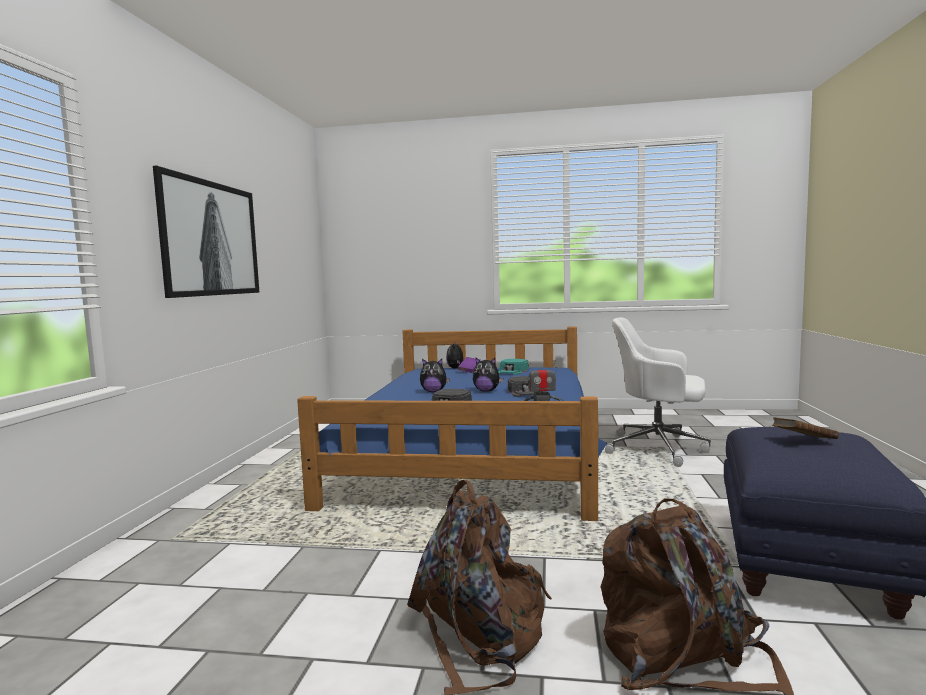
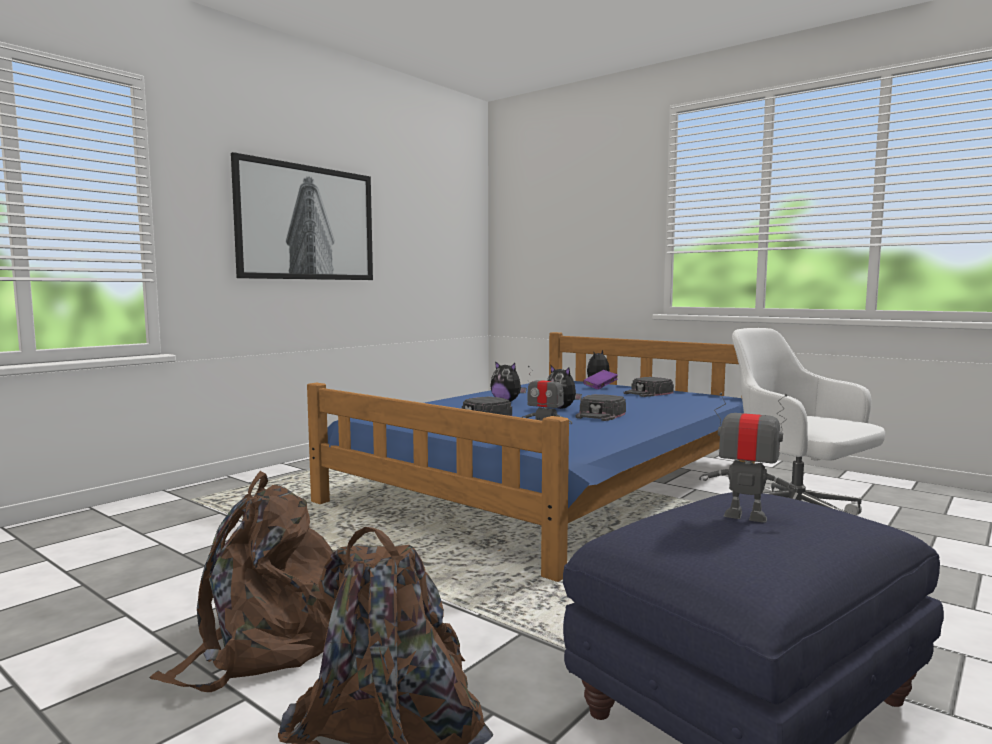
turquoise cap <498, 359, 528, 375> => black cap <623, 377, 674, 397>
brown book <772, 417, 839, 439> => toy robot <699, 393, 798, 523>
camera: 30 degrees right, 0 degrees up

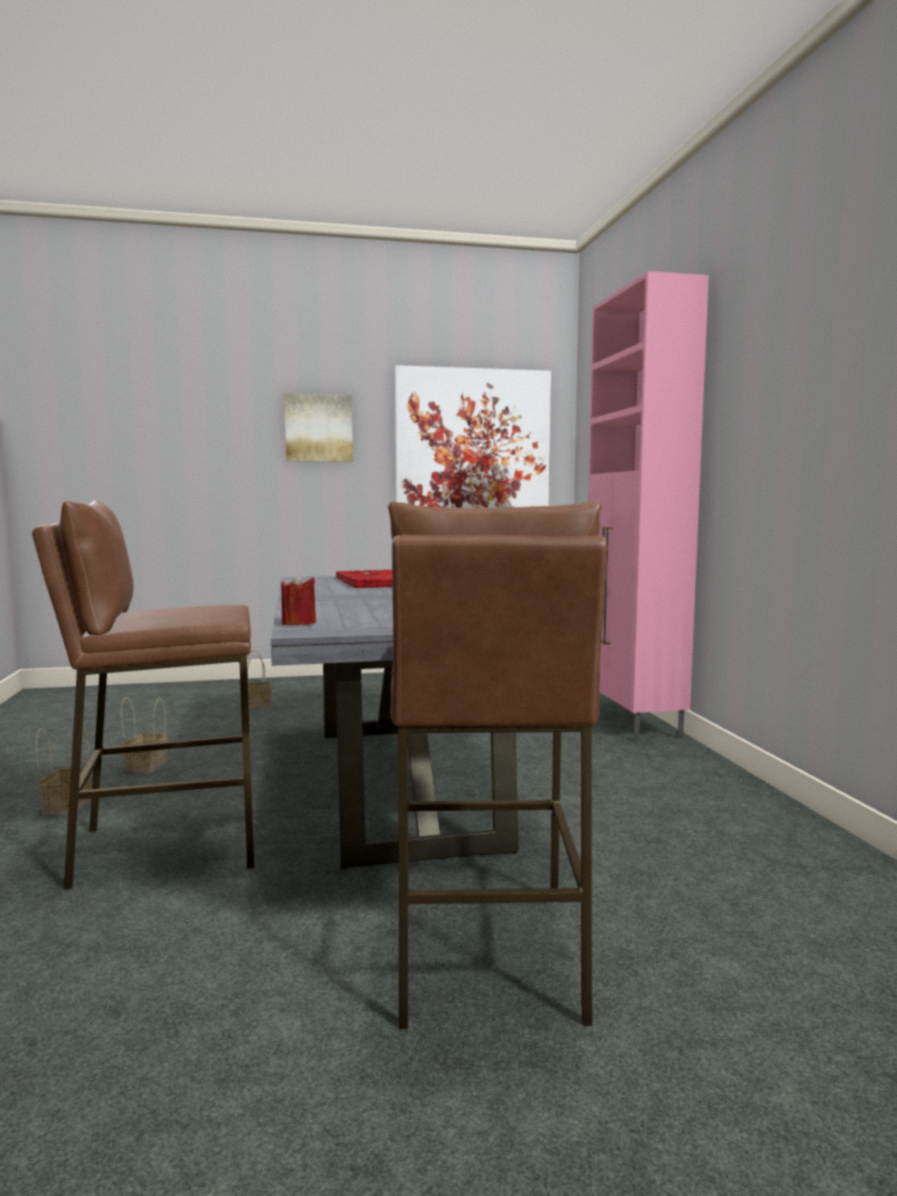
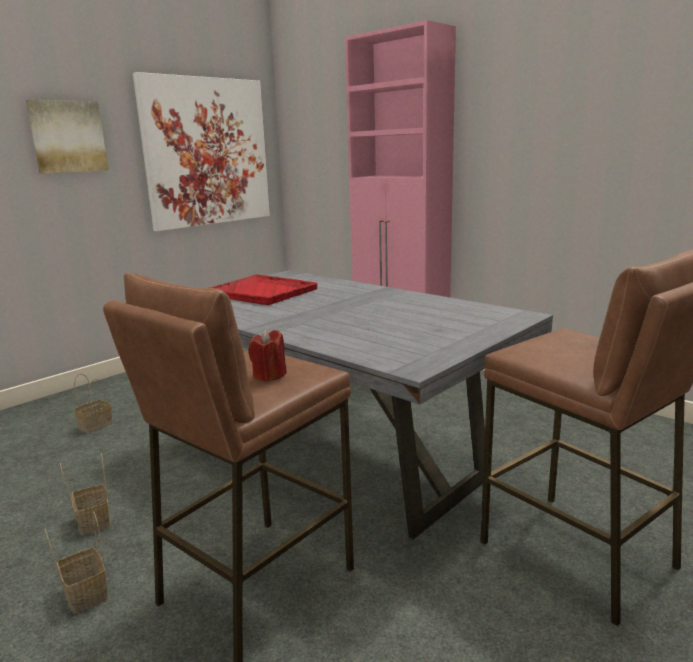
red candle <281, 574, 316, 625> => red candle <248, 329, 287, 382>, move
camera: 35 degrees left, 10 degrees up

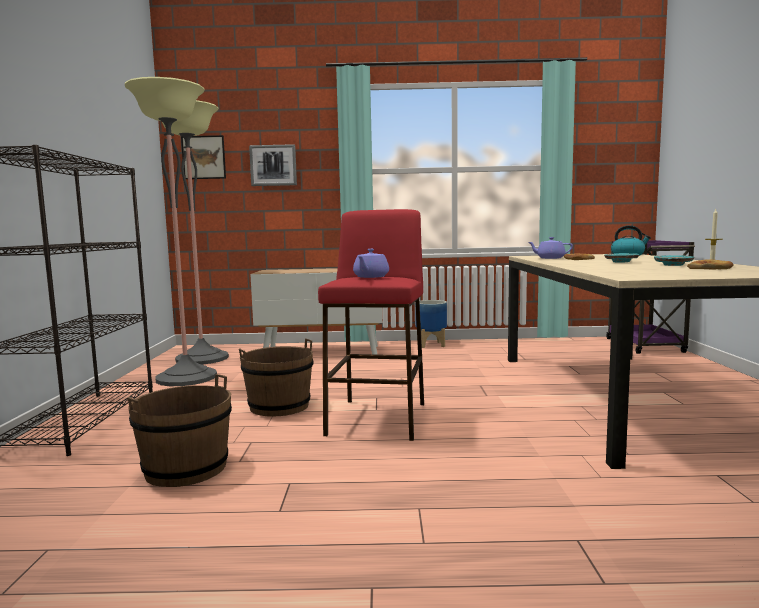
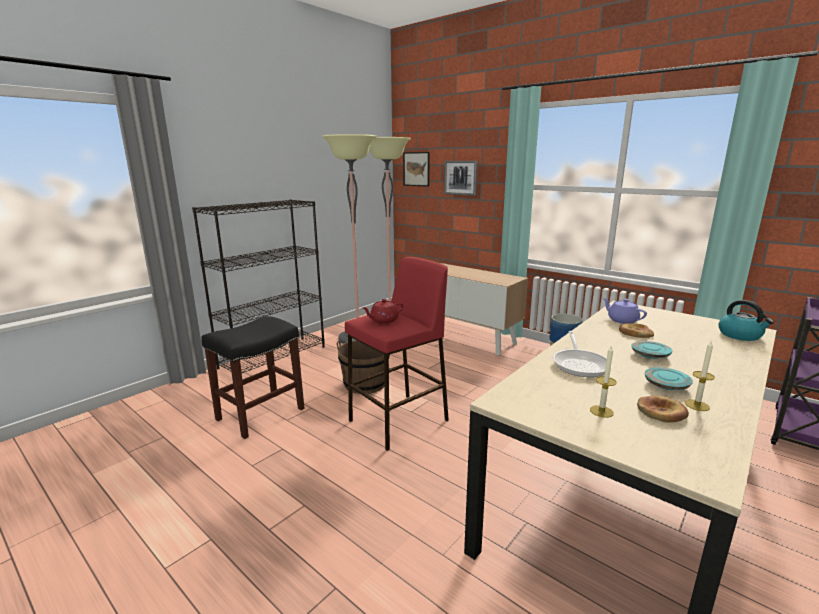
purple teapot <353, 249, 389, 278> => red teapot <362, 299, 403, 324>
brown bucket <127, 374, 232, 487> => black stool <201, 316, 304, 439>
nothing => frying pan <553, 331, 612, 377>
nothing => candle <590, 346, 617, 418>
camera: 40 degrees right, 10 degrees up

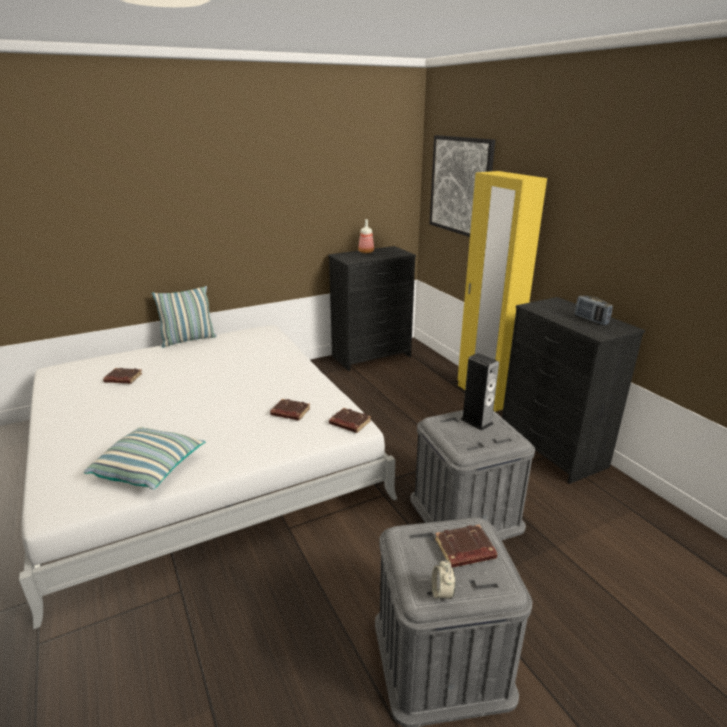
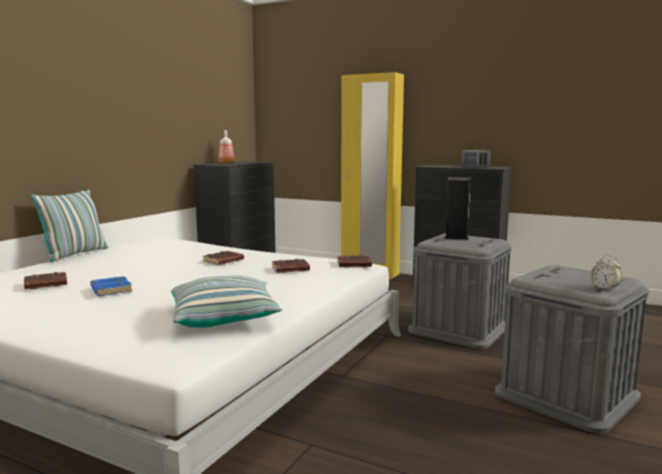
picture <429, 135, 495, 237> => nothing
brown book <435, 524, 497, 568> => brown book <203, 251, 244, 265>, move
nothing => blue book <90, 276, 132, 296>
camera: 35 degrees left, 15 degrees down

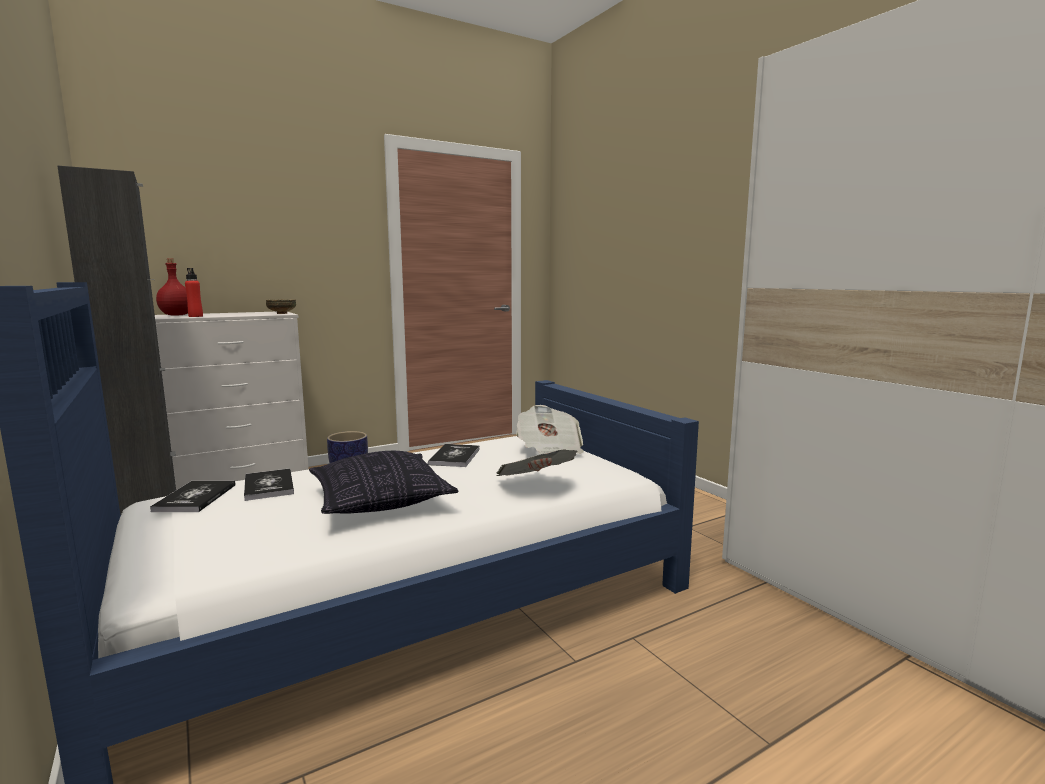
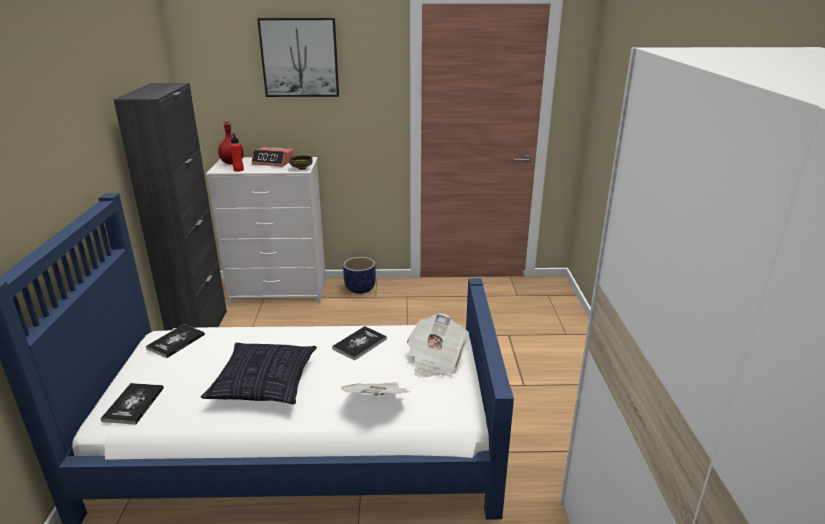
book <244, 469, 294, 501> => book <100, 383, 164, 425>, move
nothing => picture <257, 18, 339, 97>
nothing => alarm clock <252, 147, 294, 167>
camera: 30 degrees right, 15 degrees up

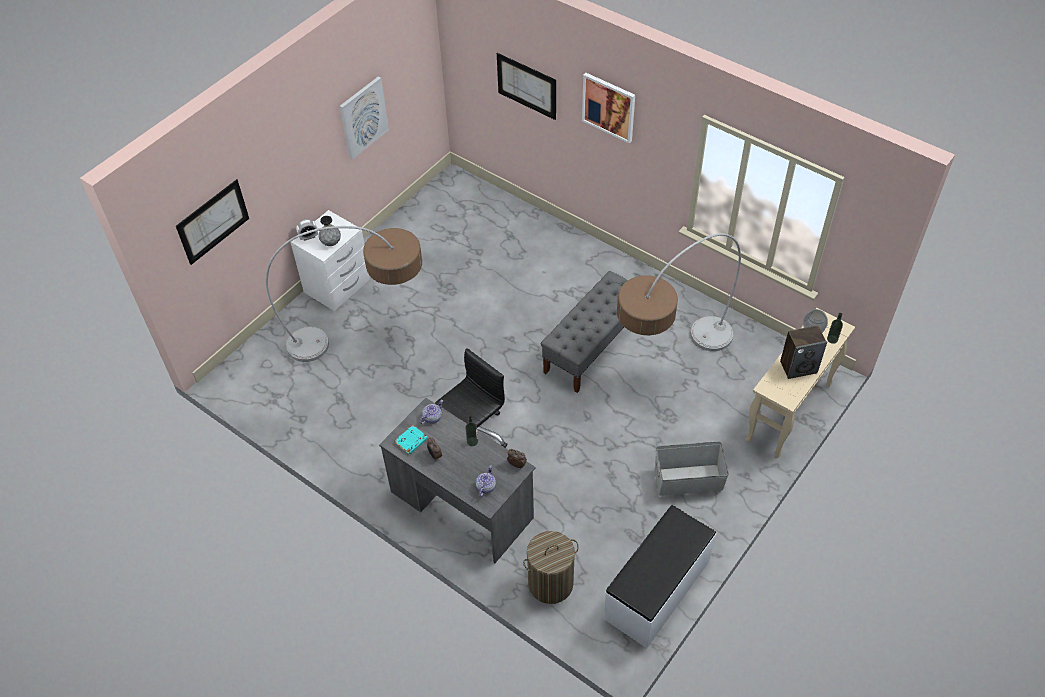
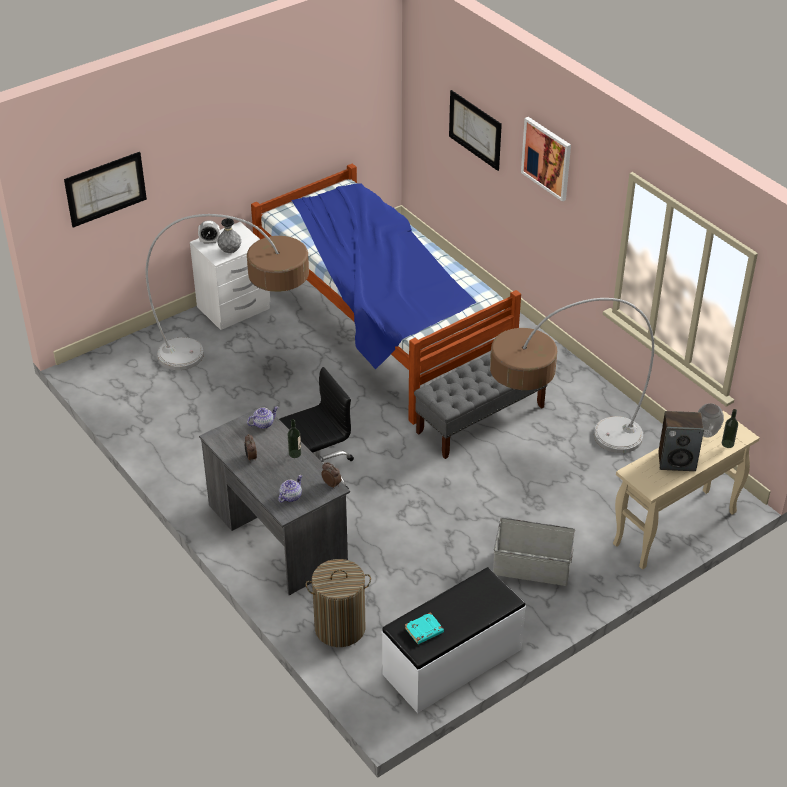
picture <340, 76, 389, 159> => nothing
turquoise book <395, 425, 428, 455> => turquoise book <405, 612, 444, 644>, move
nothing => bed <251, 163, 521, 425>
camera: 15 degrees right, 10 degrees down

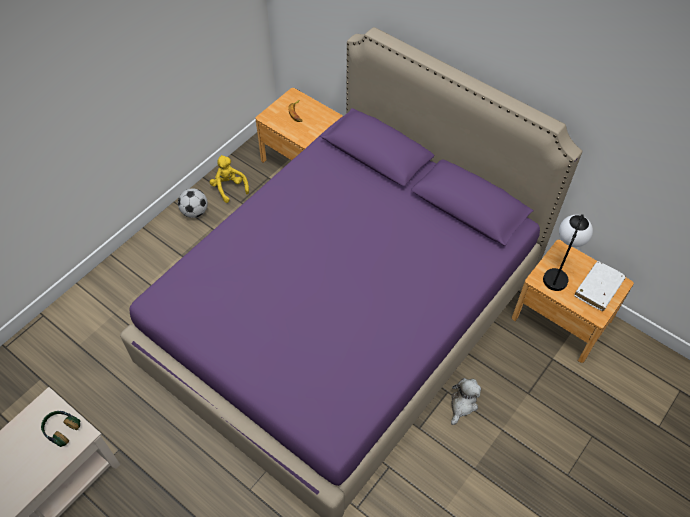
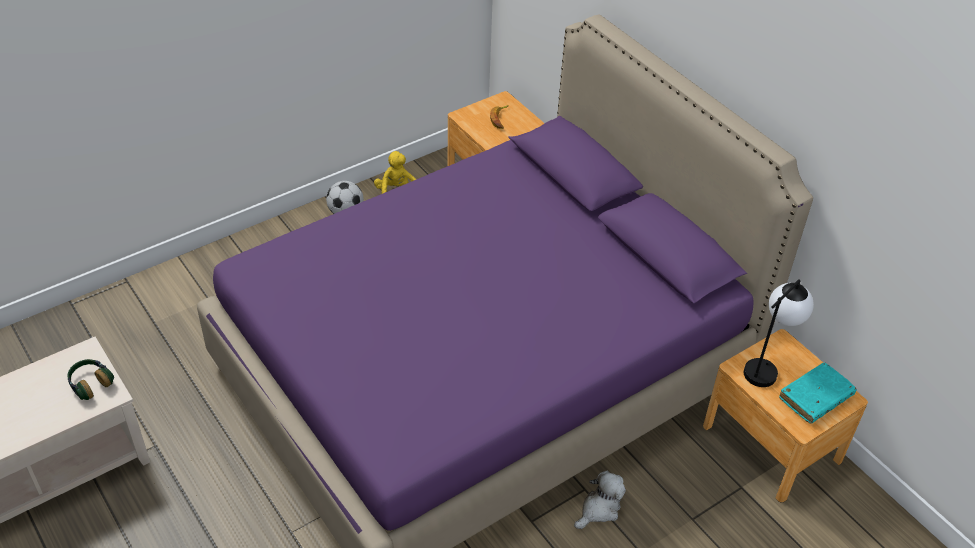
white book <574, 261, 626, 311> => turquoise book <779, 363, 857, 424>
camera: 15 degrees right, 10 degrees down

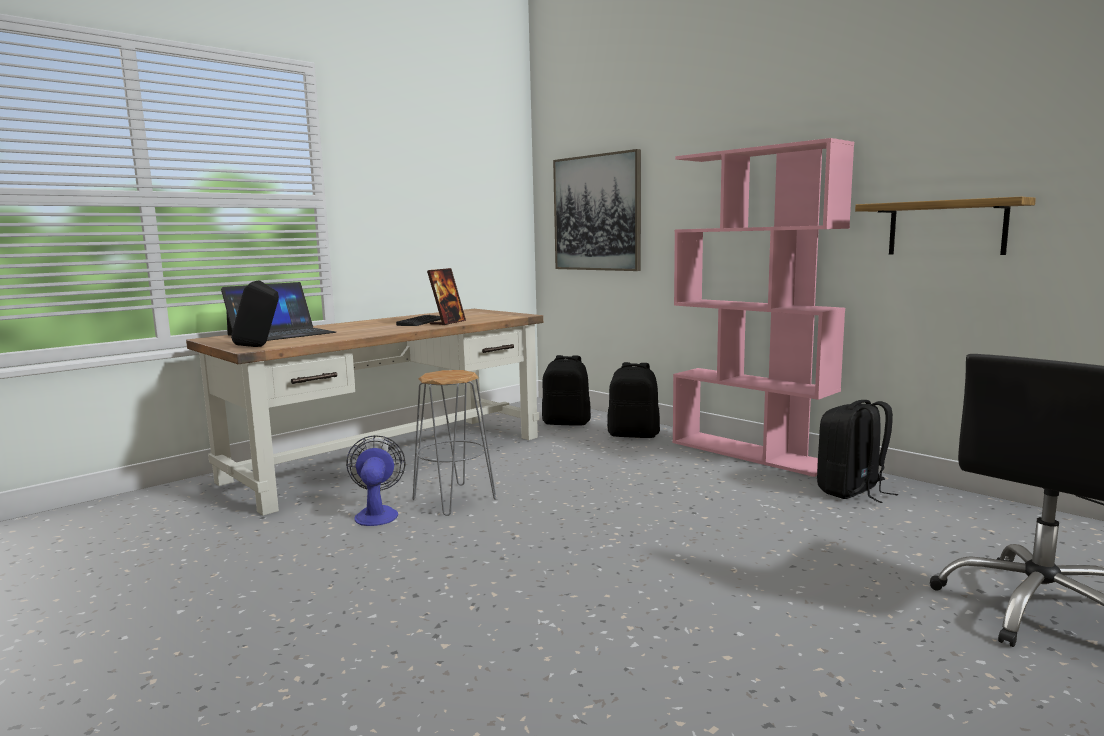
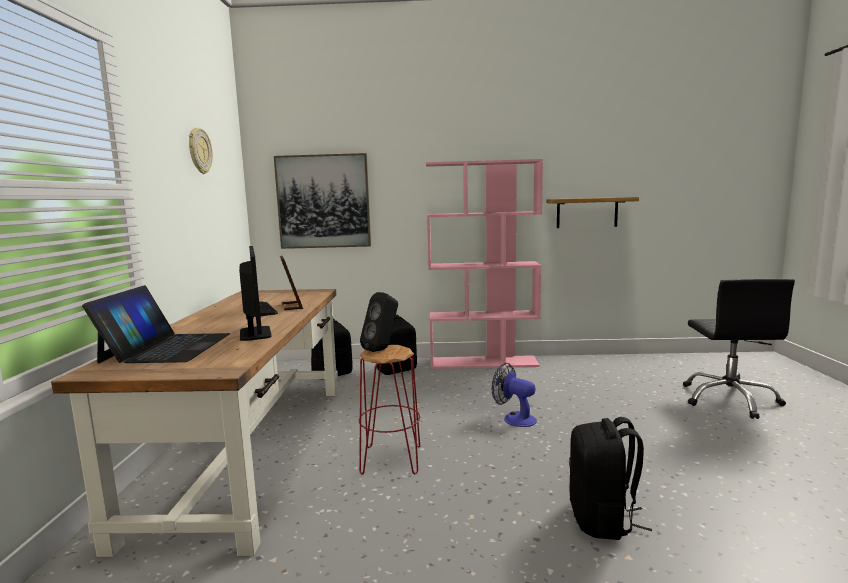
black speaker <231, 281, 279, 347> => black speaker <360, 292, 398, 352>, move
grey stool <412, 370, 496, 516> => red stool <358, 345, 420, 475>
black backpack <817, 400, 898, 503> => black backpack <569, 417, 652, 540>, move
fan <346, 435, 405, 526> => fan <492, 363, 537, 427>, move
nothing => wall clock <189, 128, 213, 174>
nothing => monitor <239, 246, 272, 341>
camera: 45 degrees left, 0 degrees up

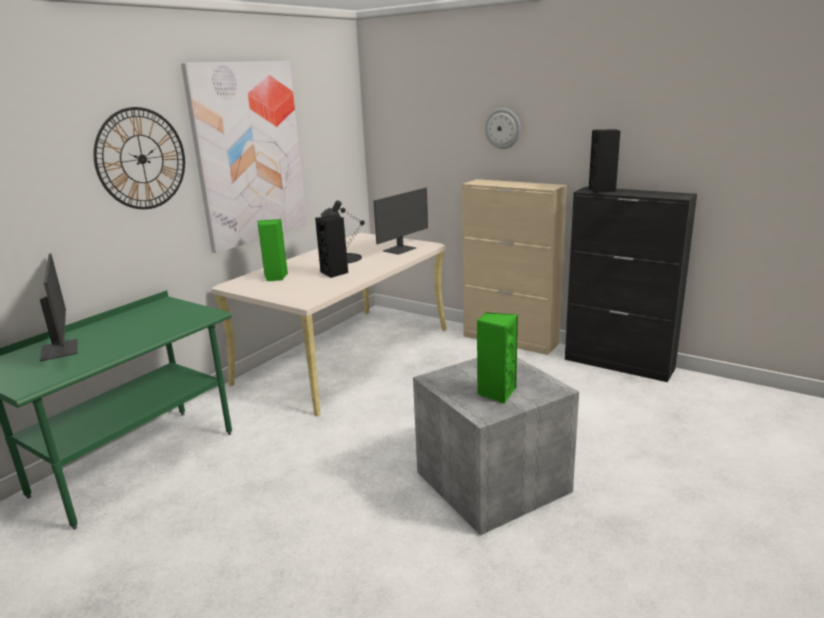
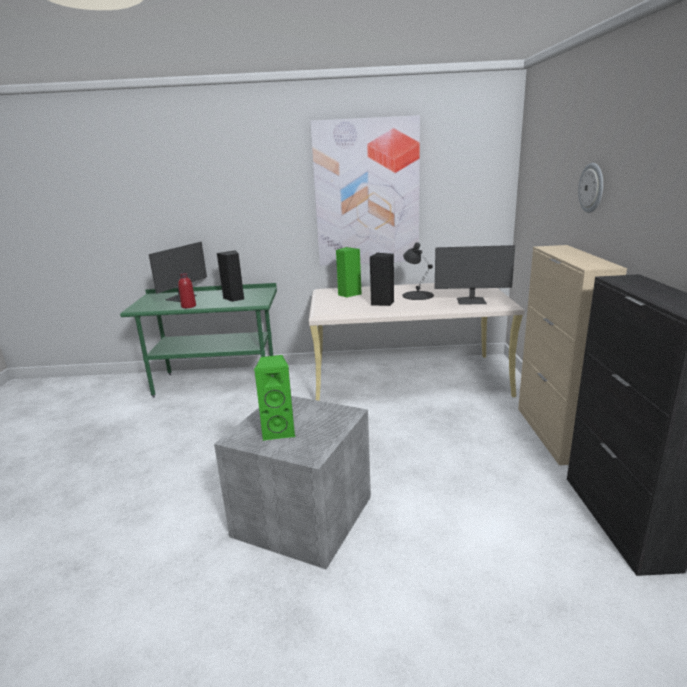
wall clock <93, 107, 185, 209> => nothing
black speaker <589, 129, 620, 193> => black speaker <217, 250, 244, 302>, move
nothing => red bottle <178, 273, 196, 308>
camera: 55 degrees right, 0 degrees up

